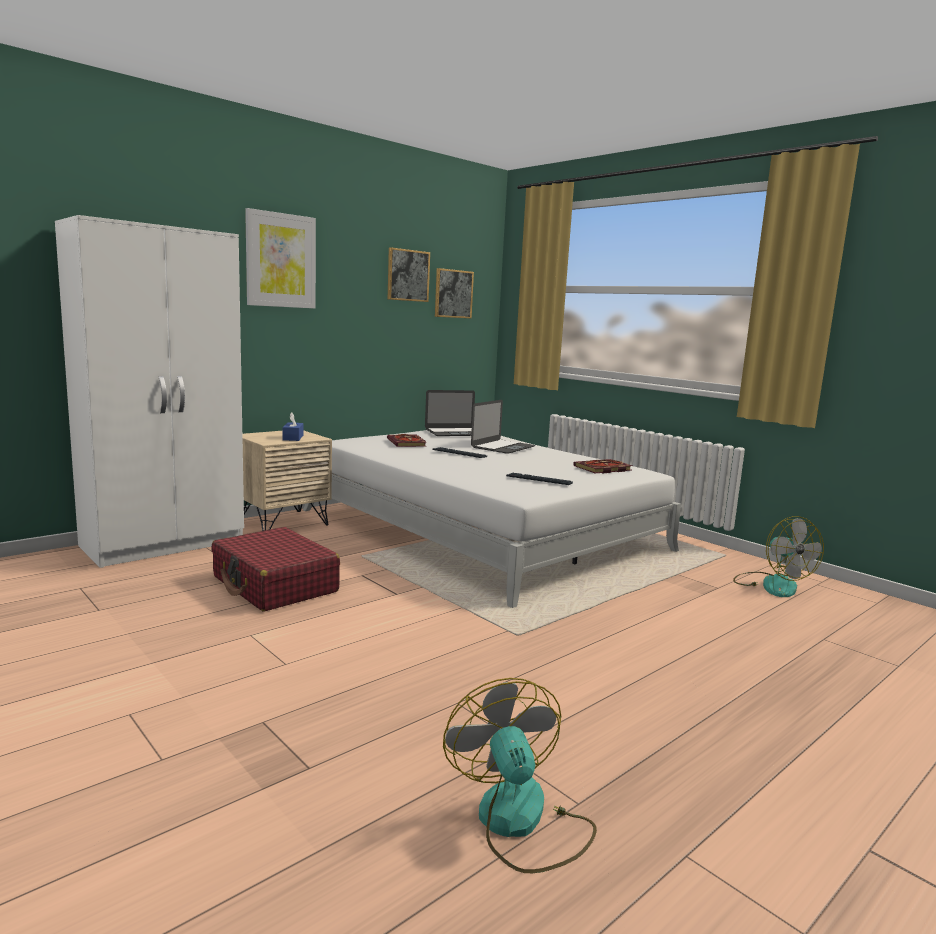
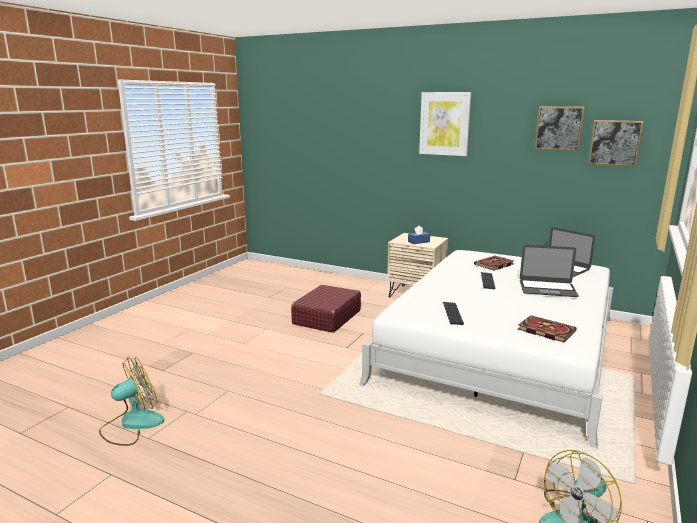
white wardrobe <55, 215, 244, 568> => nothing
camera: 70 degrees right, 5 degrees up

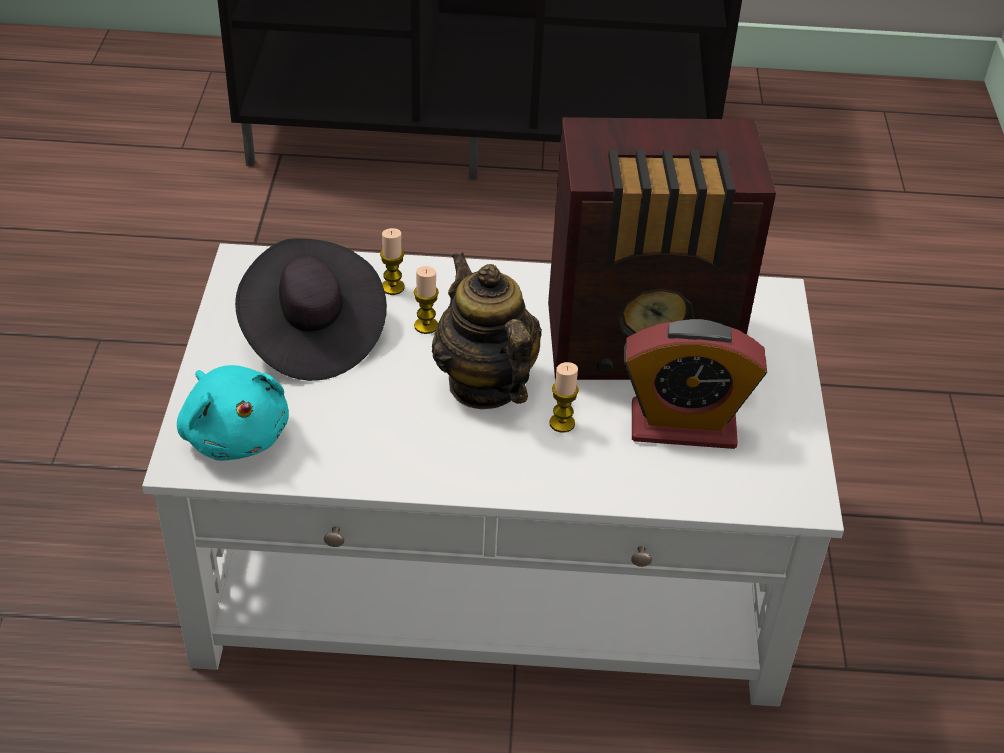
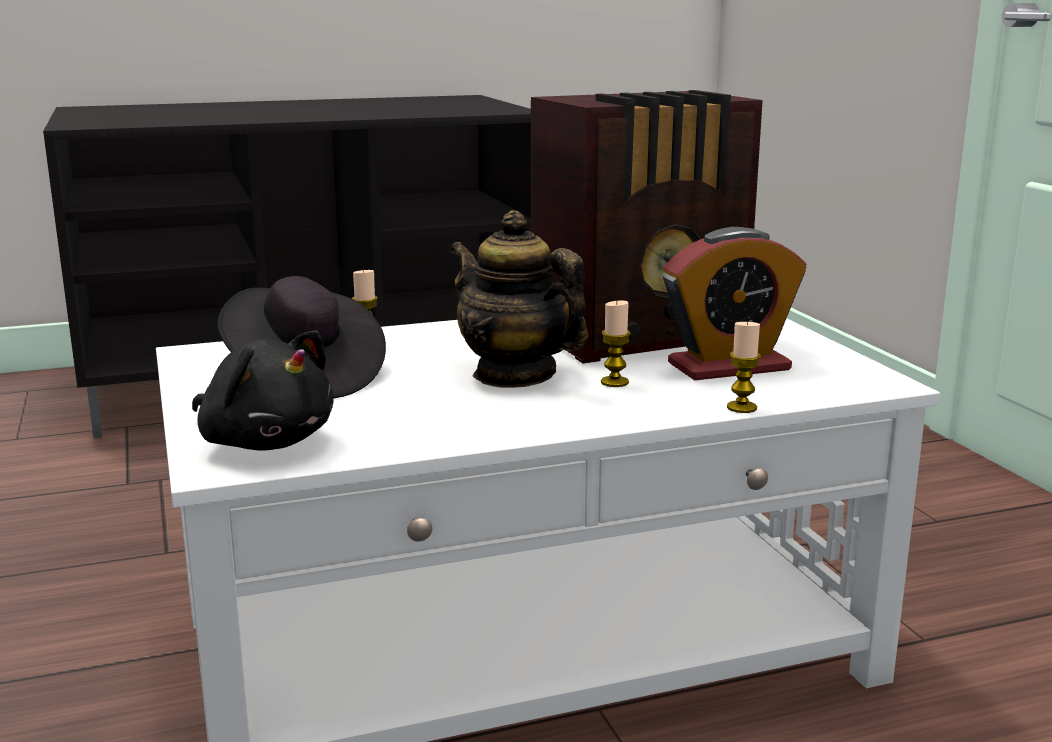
candle <414, 266, 439, 334> => candle <727, 321, 761, 413>, move
turquoise plush toy <177, 365, 289, 461> => black plush toy <192, 330, 334, 451>
camera: 20 degrees left, 25 degrees down

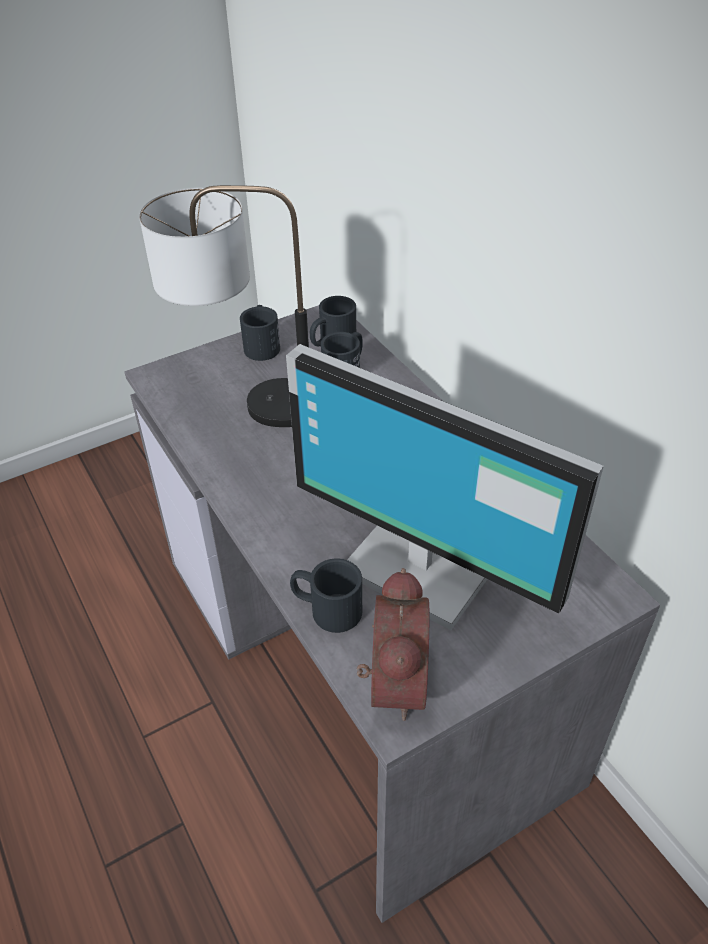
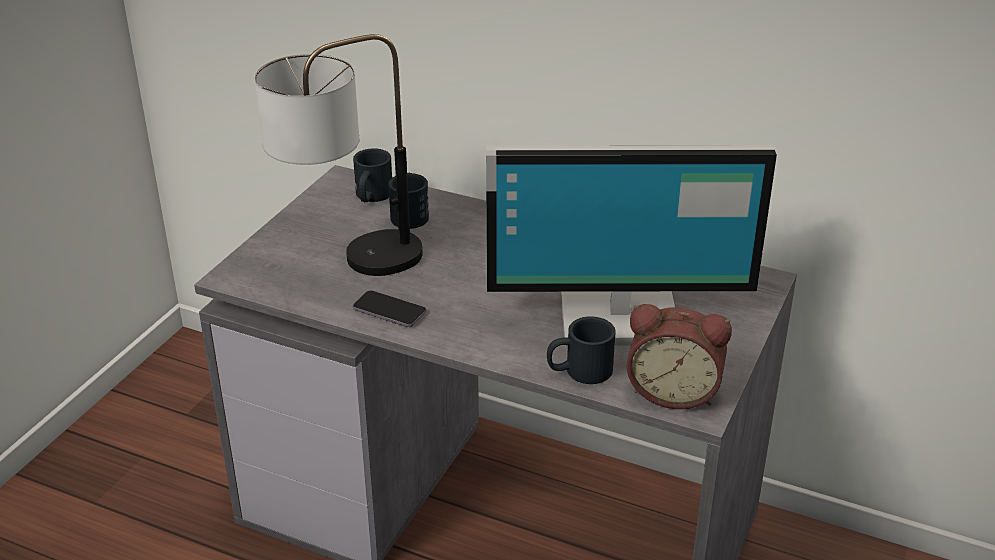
black mug <240, 305, 280, 361> => nothing
alarm clock <357, 568, 429, 721> => alarm clock <627, 304, 732, 409>, 135 degrees clockwise
nothing => phone <353, 290, 426, 327>
camera: 35 degrees left, 10 degrees down

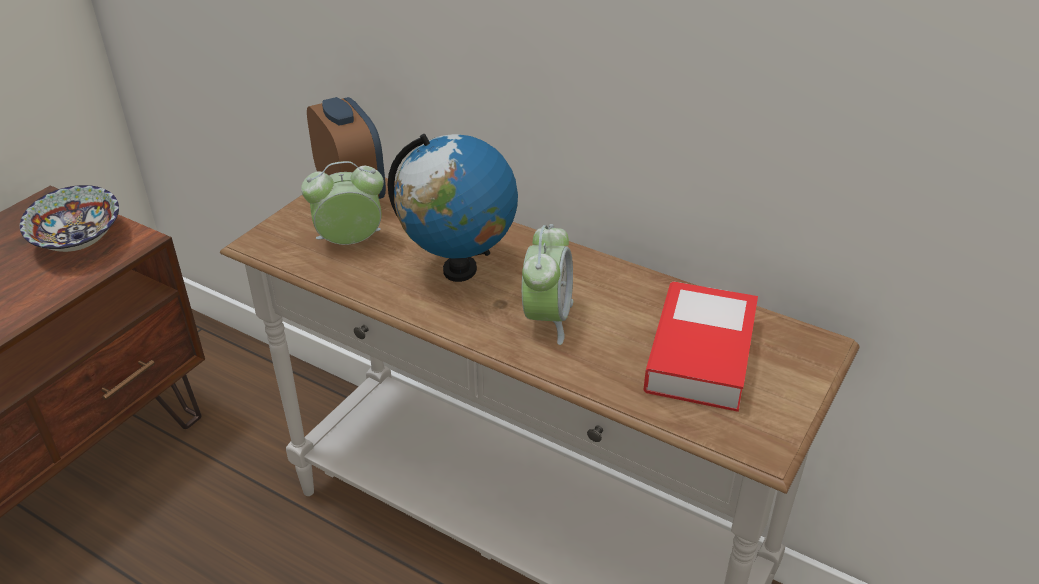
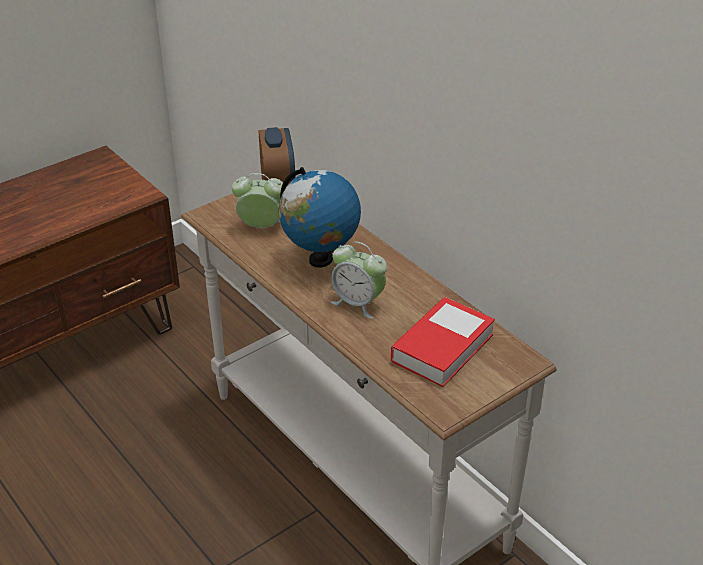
bowl <20, 185, 119, 252> => nothing
alarm clock <522, 224, 573, 345> => alarm clock <331, 241, 387, 319>, 90 degrees clockwise
camera: 20 degrees right, 0 degrees up

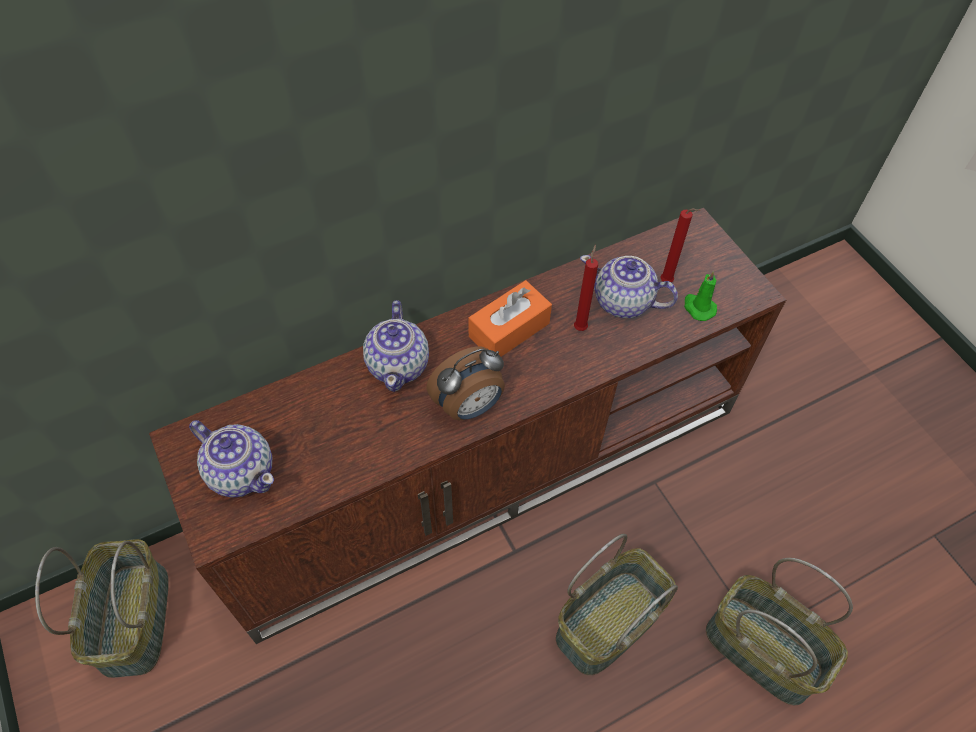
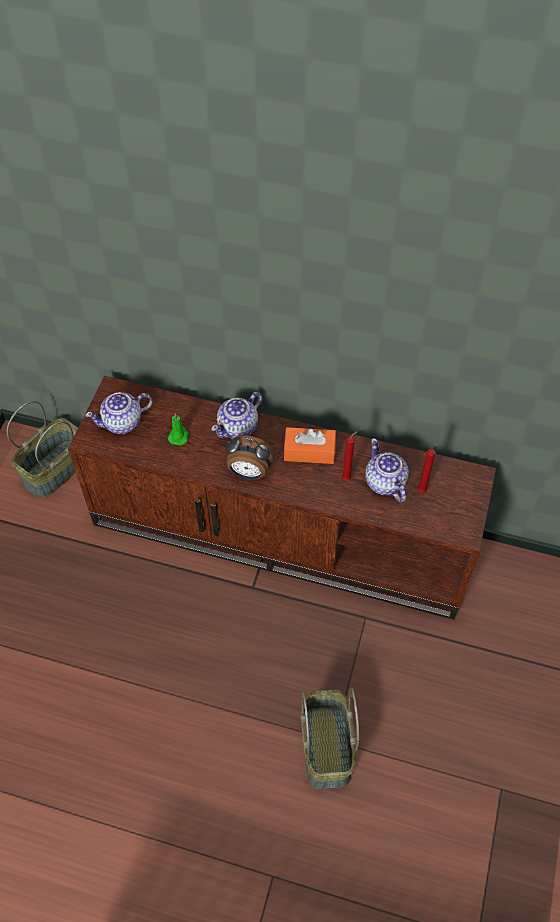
green candle <684, 271, 717, 321> => green candle <168, 414, 189, 445>, move
teapot <189, 420, 274, 498> => teapot <85, 392, 153, 434>, 75 degrees clockwise
basket <556, 534, 678, 675> => nothing
camera: 45 degrees right, 0 degrees up

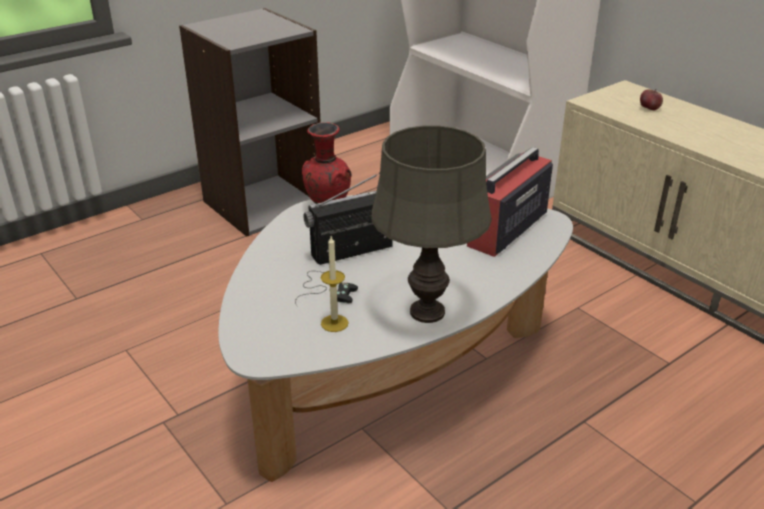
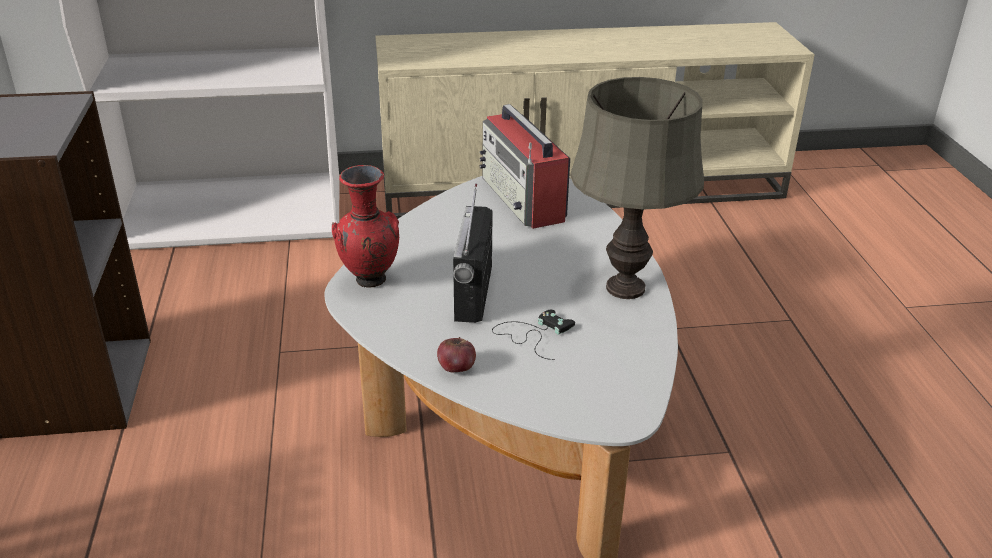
apple <640, 89, 663, 110> => apple <437, 337, 476, 372>, move
candle <321, 236, 349, 332> => nothing
camera: 60 degrees left, 0 degrees up

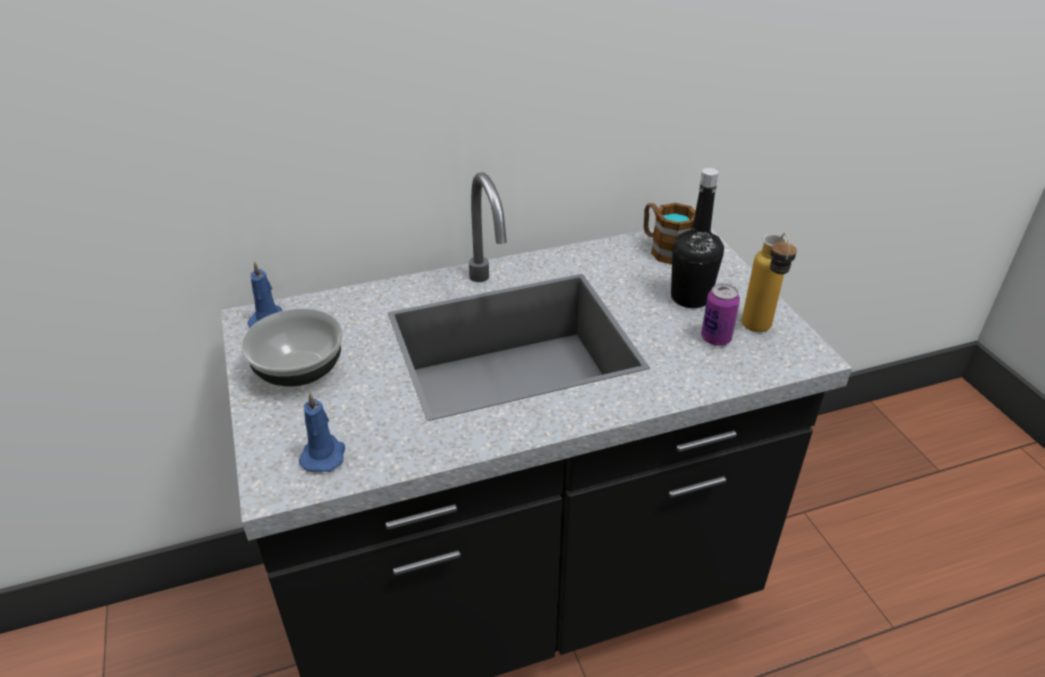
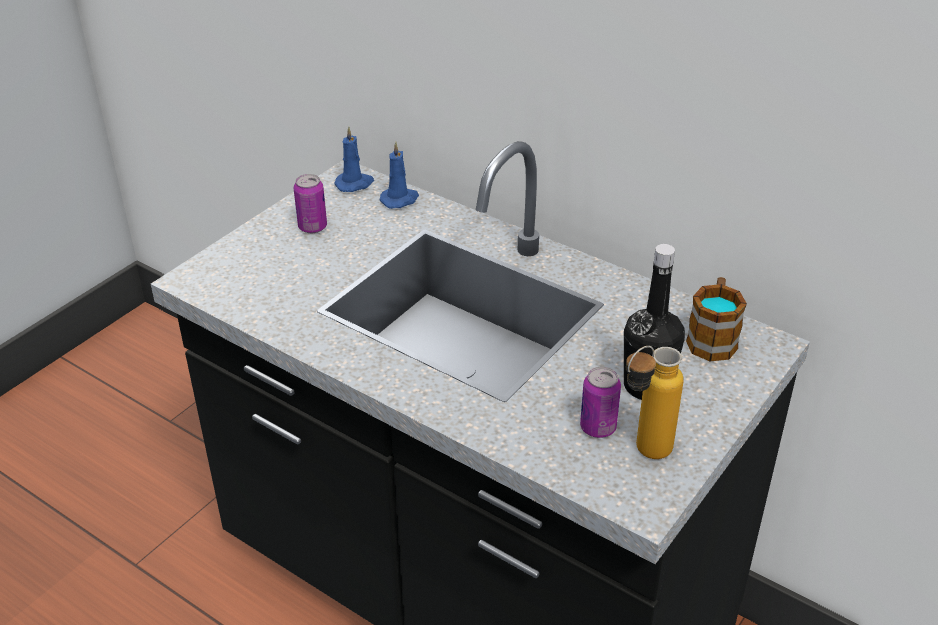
bowl <241, 308, 343, 387> => can <293, 174, 327, 233>
blue candle <299, 392, 345, 472> => blue candle <380, 142, 419, 209>, move
camera: 55 degrees right, 0 degrees up

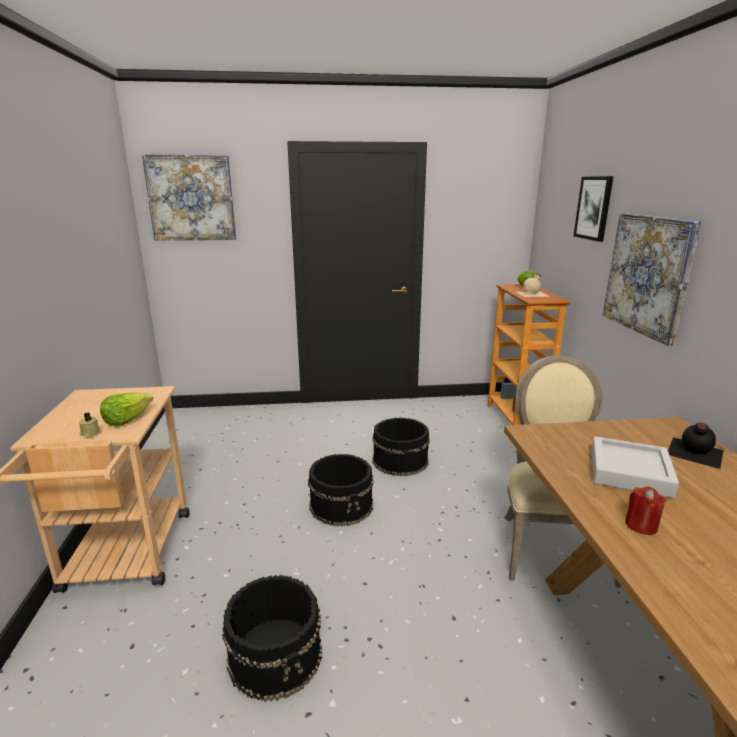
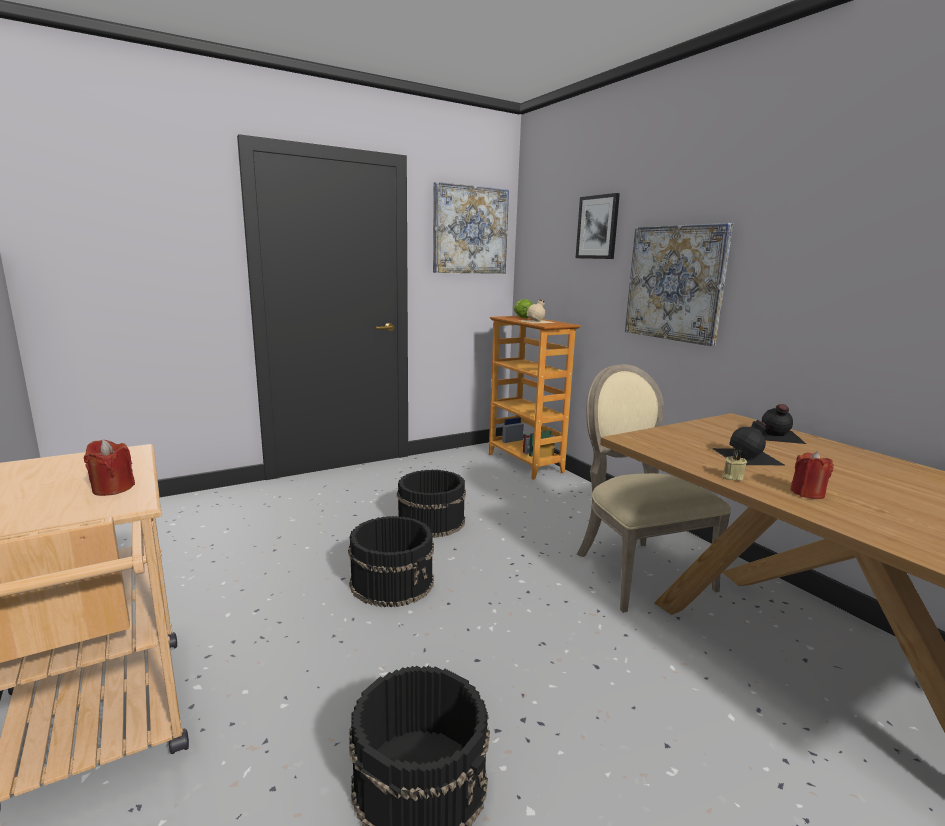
picture <142, 154, 236, 241> => picture <433, 182, 509, 274>, move
lettuce <100, 392, 153, 426> => red candle <84, 440, 135, 496>
beige candle <79, 412, 101, 438> => beige candle <722, 450, 747, 481>, move
grey tray <591, 436, 679, 498> => black bottle <712, 420, 784, 465>
camera: 25 degrees left, 5 degrees down

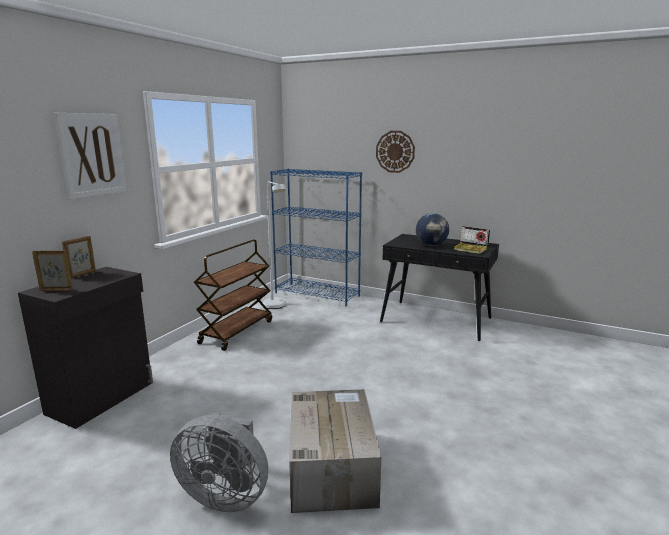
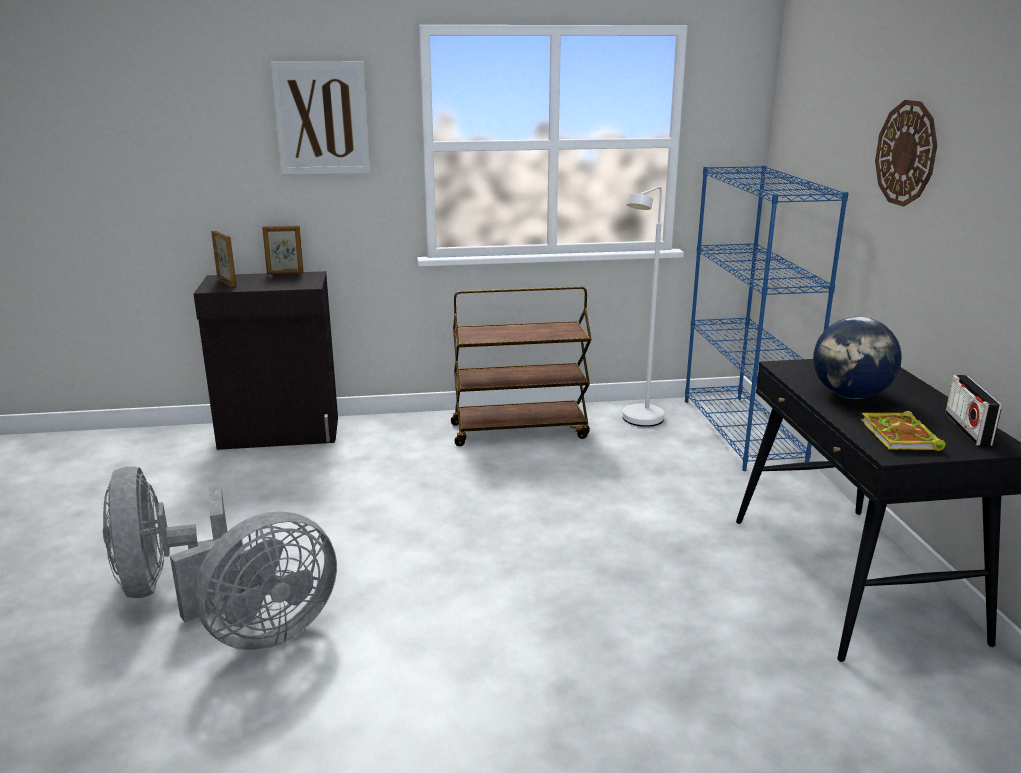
cardboard box <289, 389, 381, 513> => grey fan <170, 512, 337, 651>
camera: 55 degrees right, 5 degrees up

